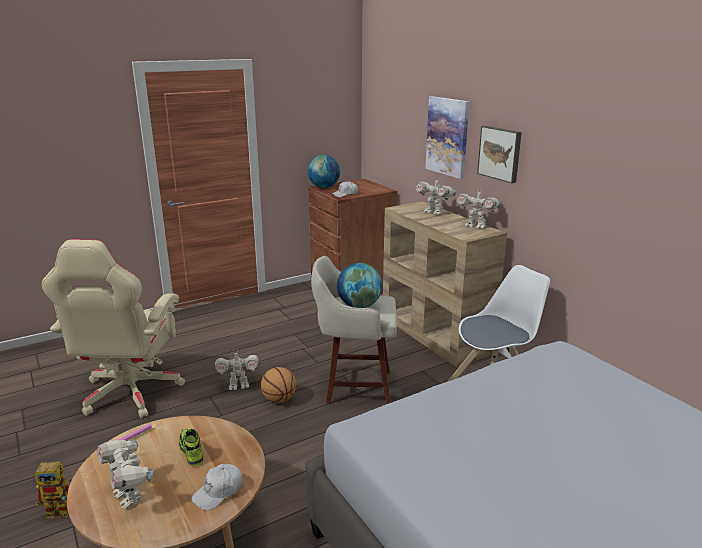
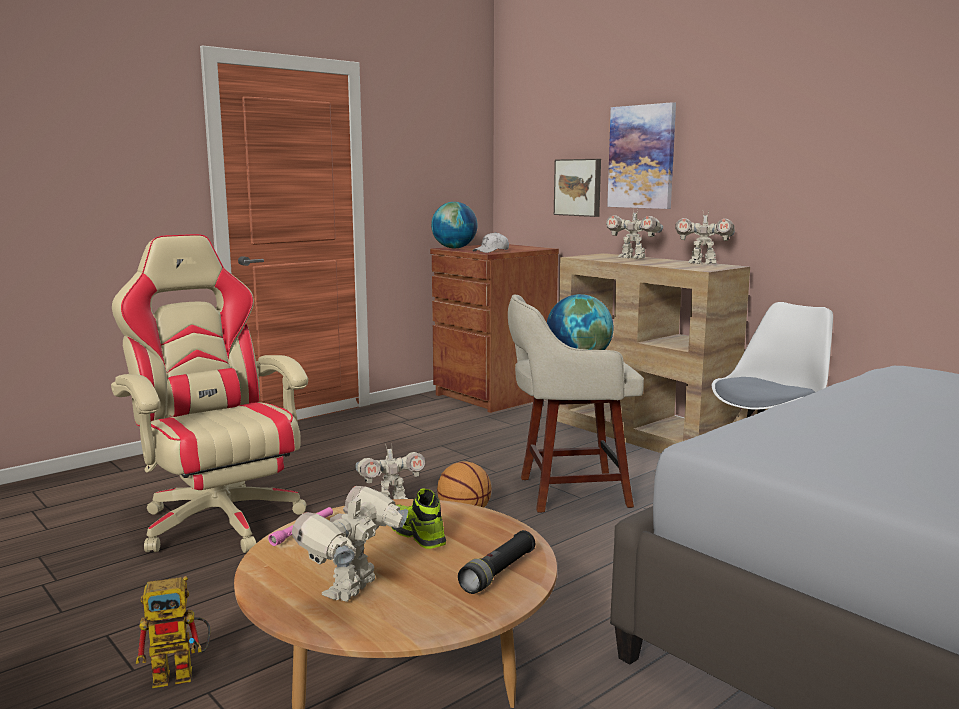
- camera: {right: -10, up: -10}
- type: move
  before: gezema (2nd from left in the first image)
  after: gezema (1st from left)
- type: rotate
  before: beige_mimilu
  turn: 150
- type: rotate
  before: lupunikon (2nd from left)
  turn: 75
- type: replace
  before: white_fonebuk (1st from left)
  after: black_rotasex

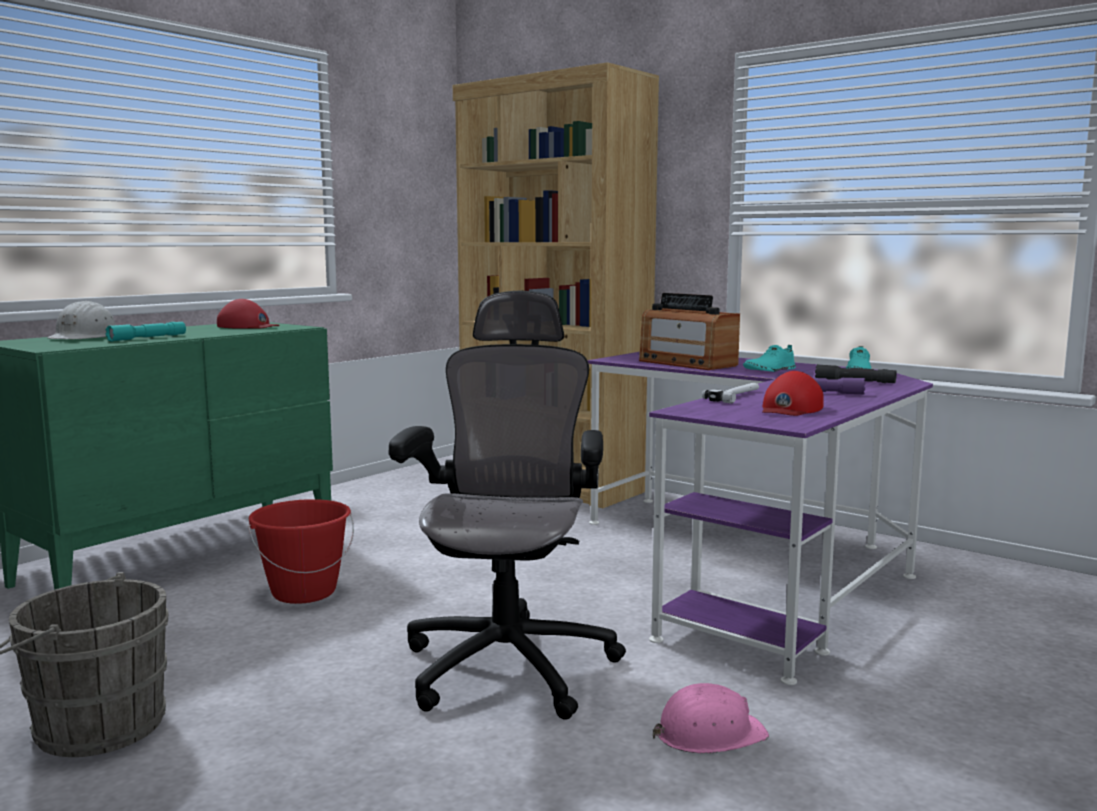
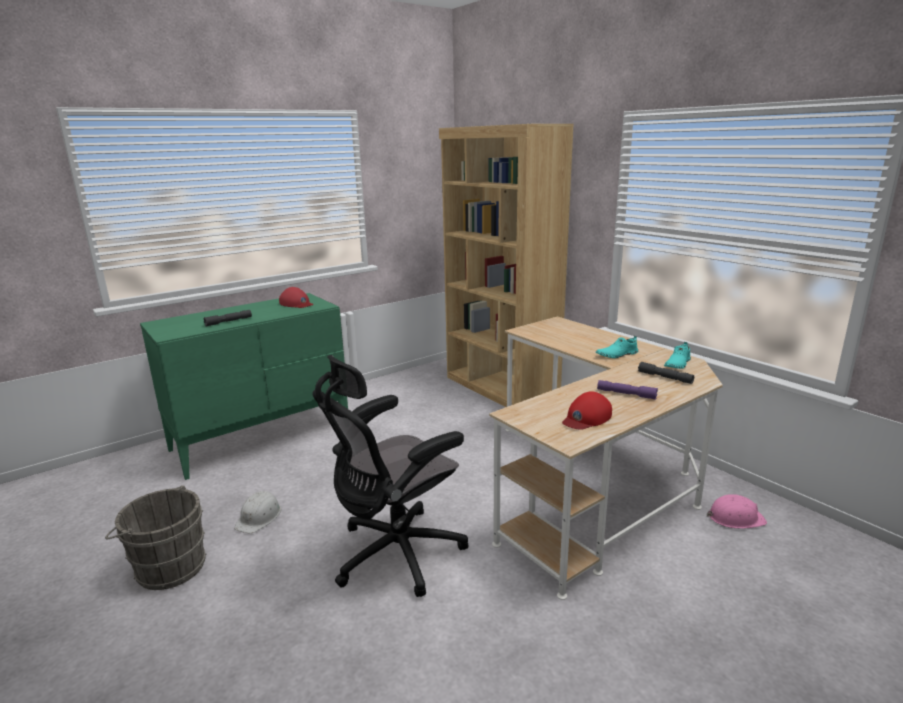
- camera: {right: 15, up: 10}
- type: rotate
  before: mimilu
  turn: -150
- type: delete
  before: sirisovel
- type: move
  before: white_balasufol
- type: recolor
  before: turquoise_rotasex
  after: grey_rotasex (1st from left)
- type: recolor
  before: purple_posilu
  after: beige_posilu
- type: delete
  before: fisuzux
- type: delete
  before: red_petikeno
- type: move
  before: pink_balasufol

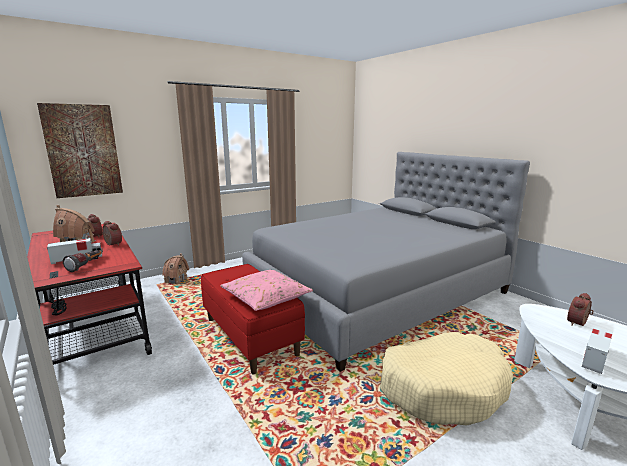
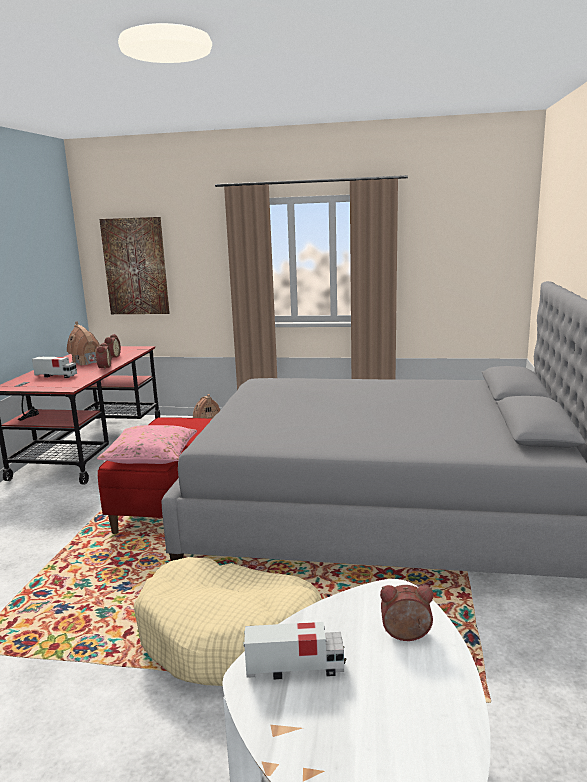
- camera: {right: 45, up: 0}
- type: delete
  before: rotasex

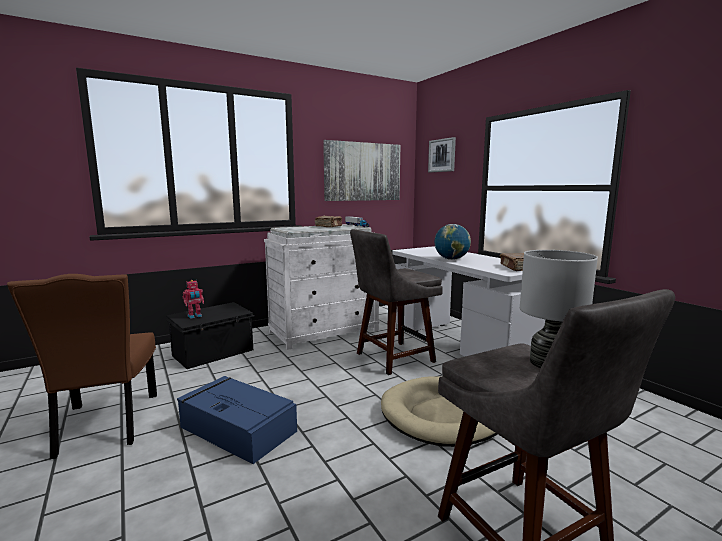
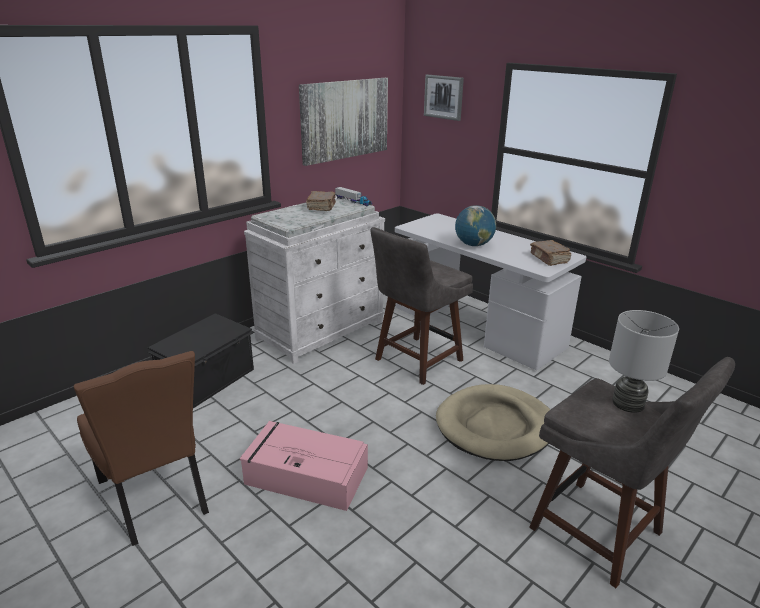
- camera: {right: -15, up: 15}
- type: delete
  before: lupunikon
- type: recolor
  before: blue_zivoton
  after: pink_zivoton

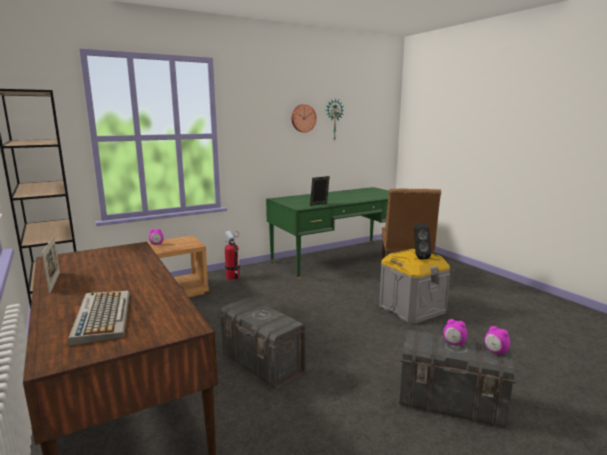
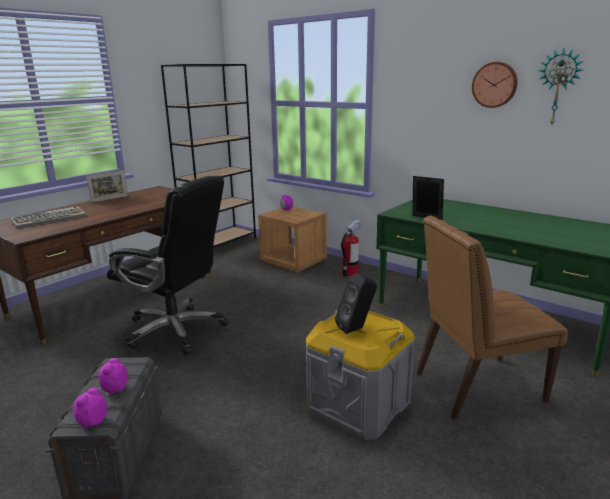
- camera: {right: 70, up: 5}
- type: replace
  before: grey_zivoton (1st from left)
  after: black_mimilu

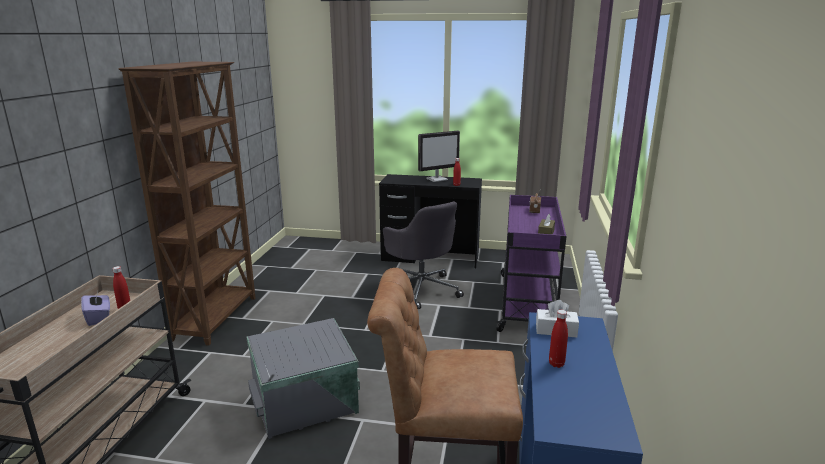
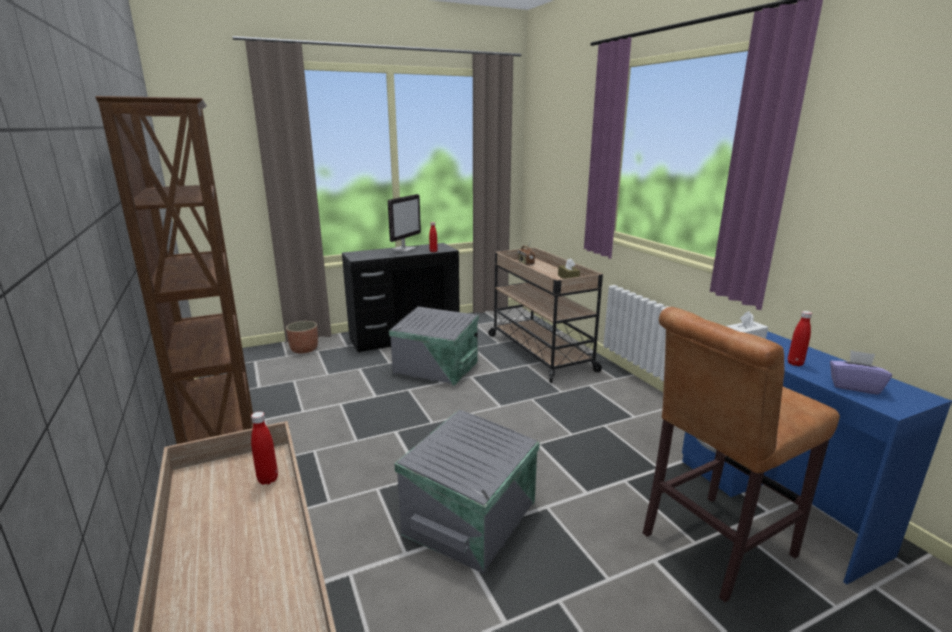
- camera: {right: -35, up: 0}
- type: recolor
  before: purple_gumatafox
  after: beige_gumatafox (2nd from left)
- type: replace
  before: grey_mimilu
  after: grey_zivoton (1st from left)
- type: move
  before: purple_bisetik
- type: insert
  after: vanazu

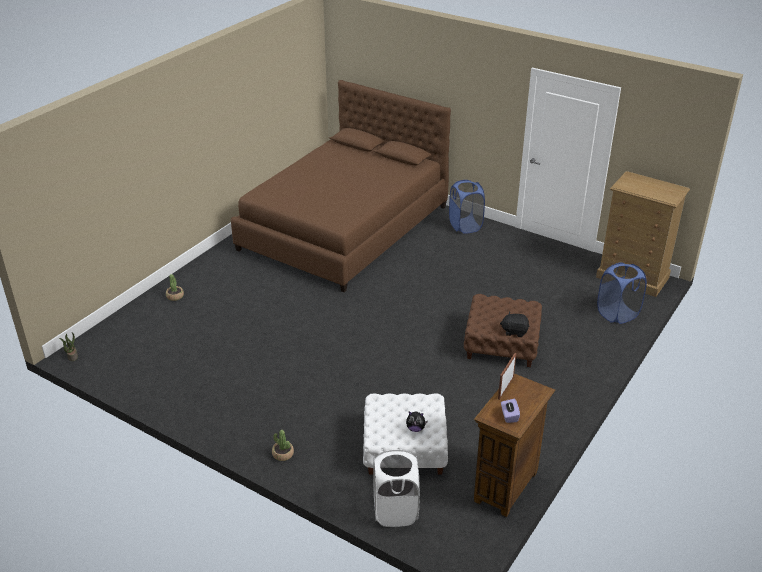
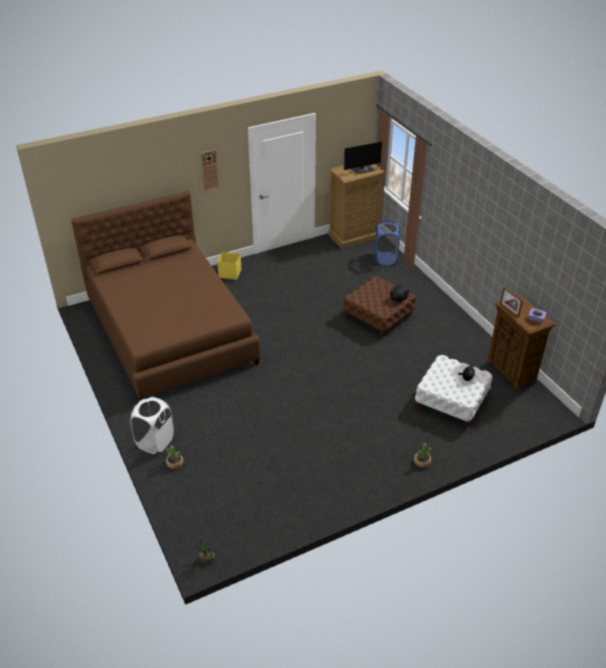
- camera: {right: -60, up: 5}
- type: replace
  before: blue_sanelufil (1st from left)
  after: yellow_zivoton
- type: move
  before: white_sanelufil
- type: insert
  after: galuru
- type: insert
  after: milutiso

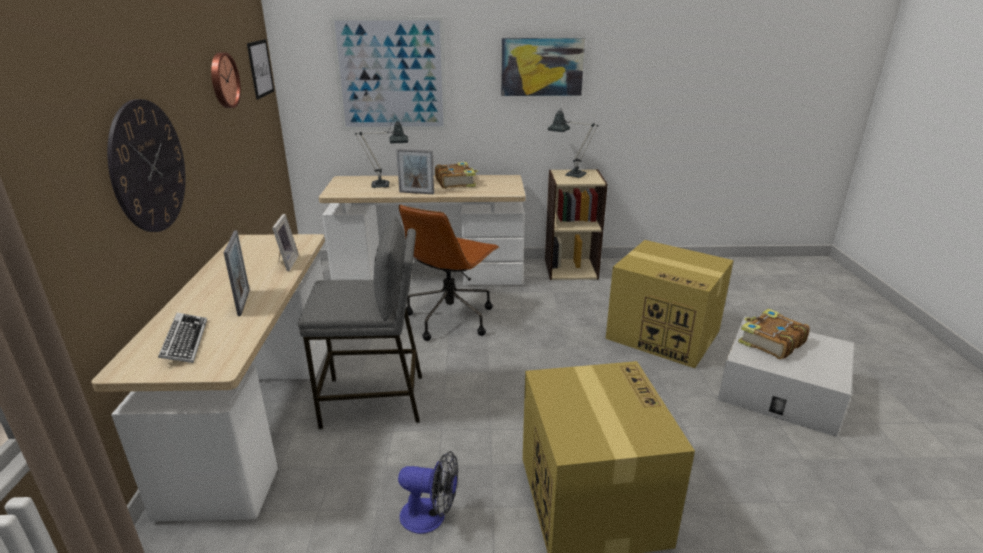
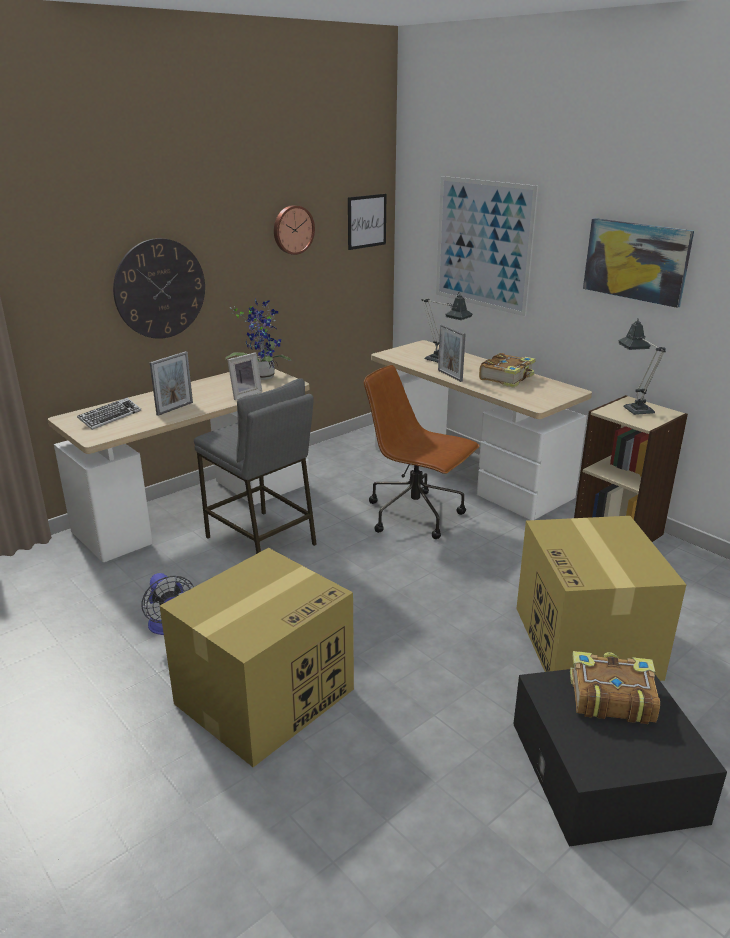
- camera: {right: 50, up: 0}
- type: rotate
  before: brown_mimilu
  turn: 45
- type: recolor
  before: white_zivoton
  after: black_zivoton
- type: insert
  after: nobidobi

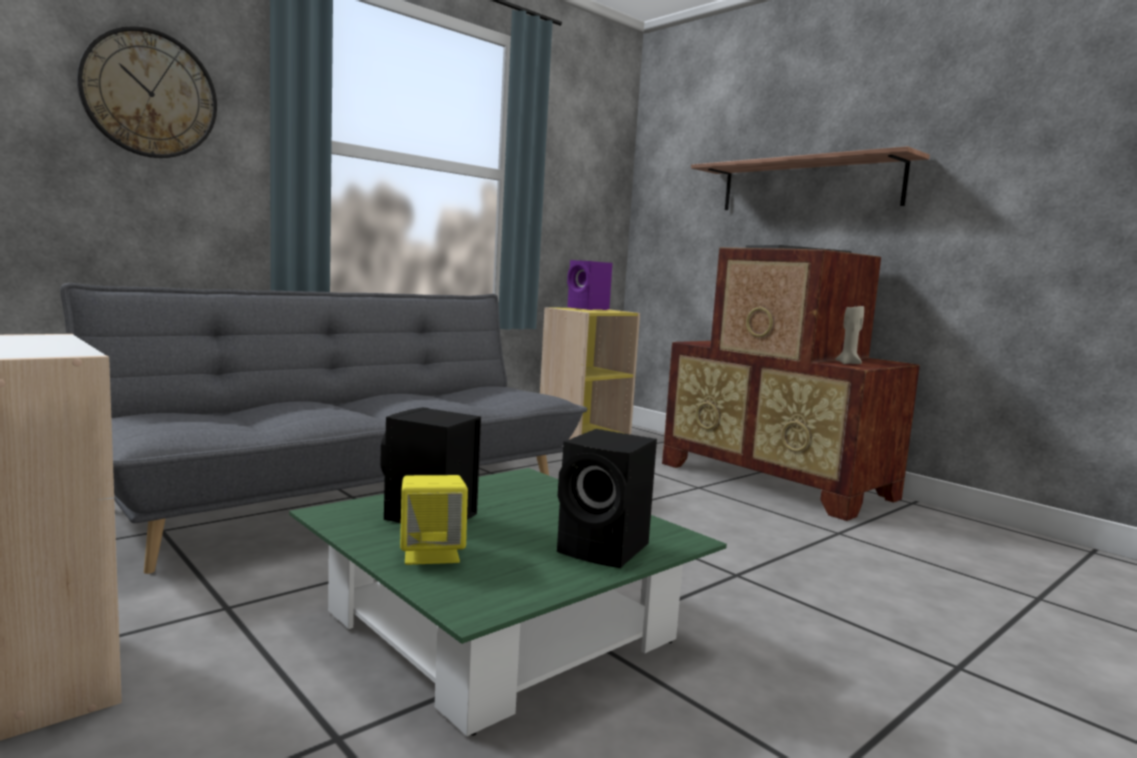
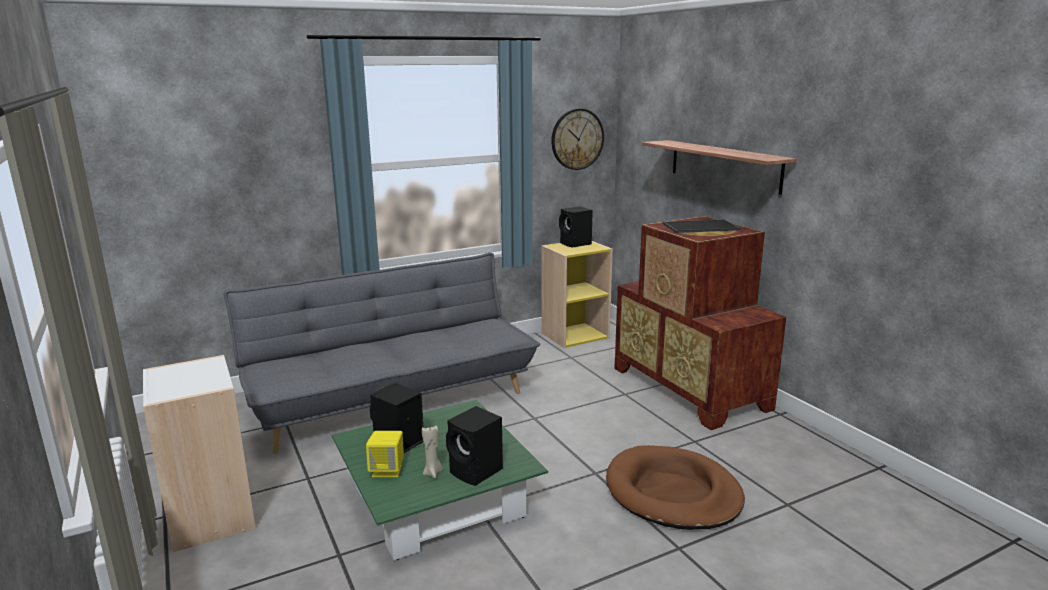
- camera: {right: 15, up: 10}
- type: move
  before: milutiso
- type: recolor
  before: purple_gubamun
  after: black_gubamun (3rd from left)
- type: move
  before: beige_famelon
- type: insert
  after: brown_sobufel

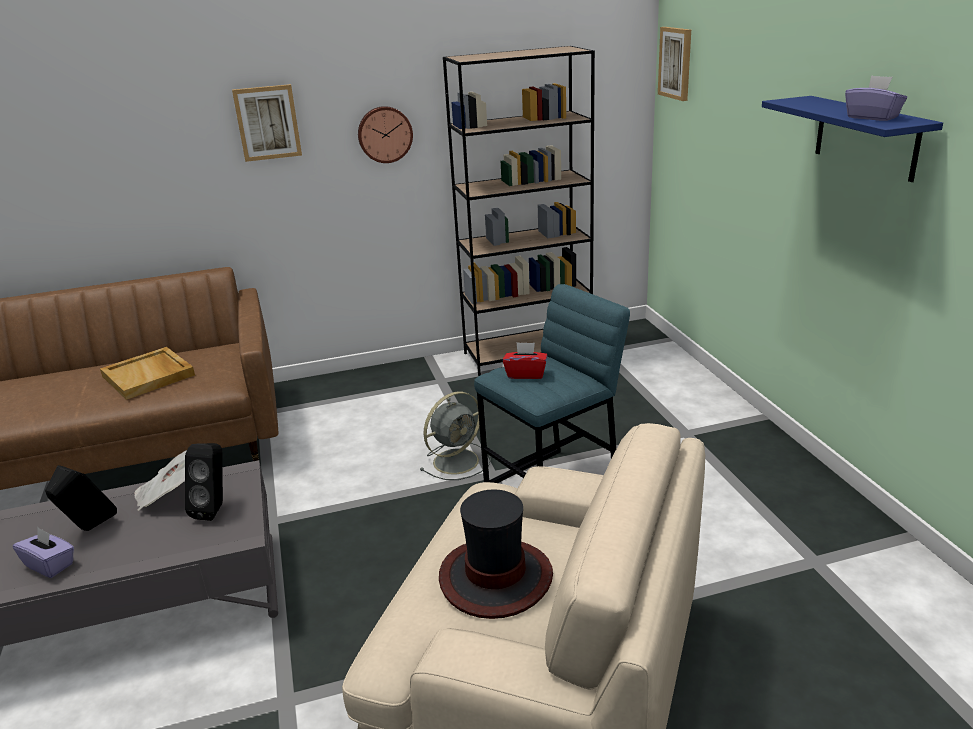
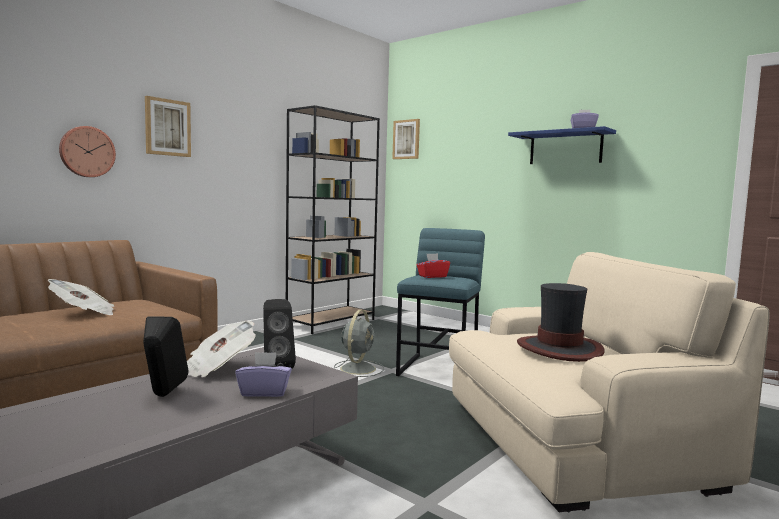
- camera: {right: -35, up: -20}
- type: move
  before: milutiso
- type: replace
  before: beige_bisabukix
  after: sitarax (1st from left)
- type: move
  before: purple_bisetik (1st from left)

